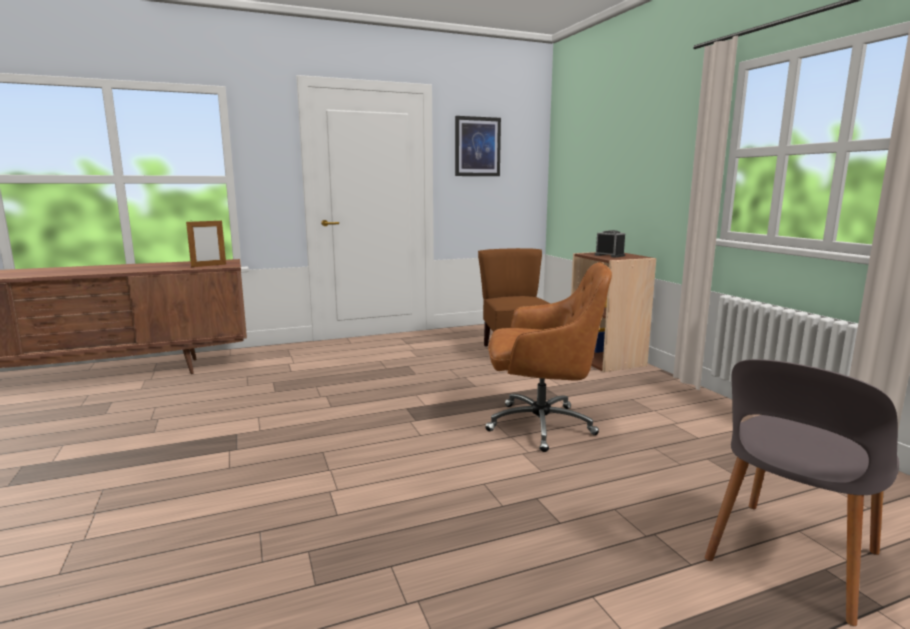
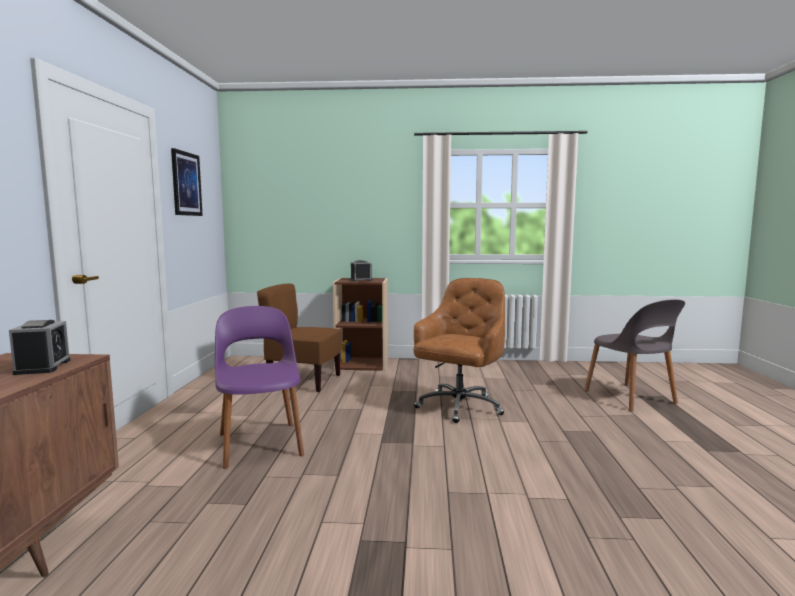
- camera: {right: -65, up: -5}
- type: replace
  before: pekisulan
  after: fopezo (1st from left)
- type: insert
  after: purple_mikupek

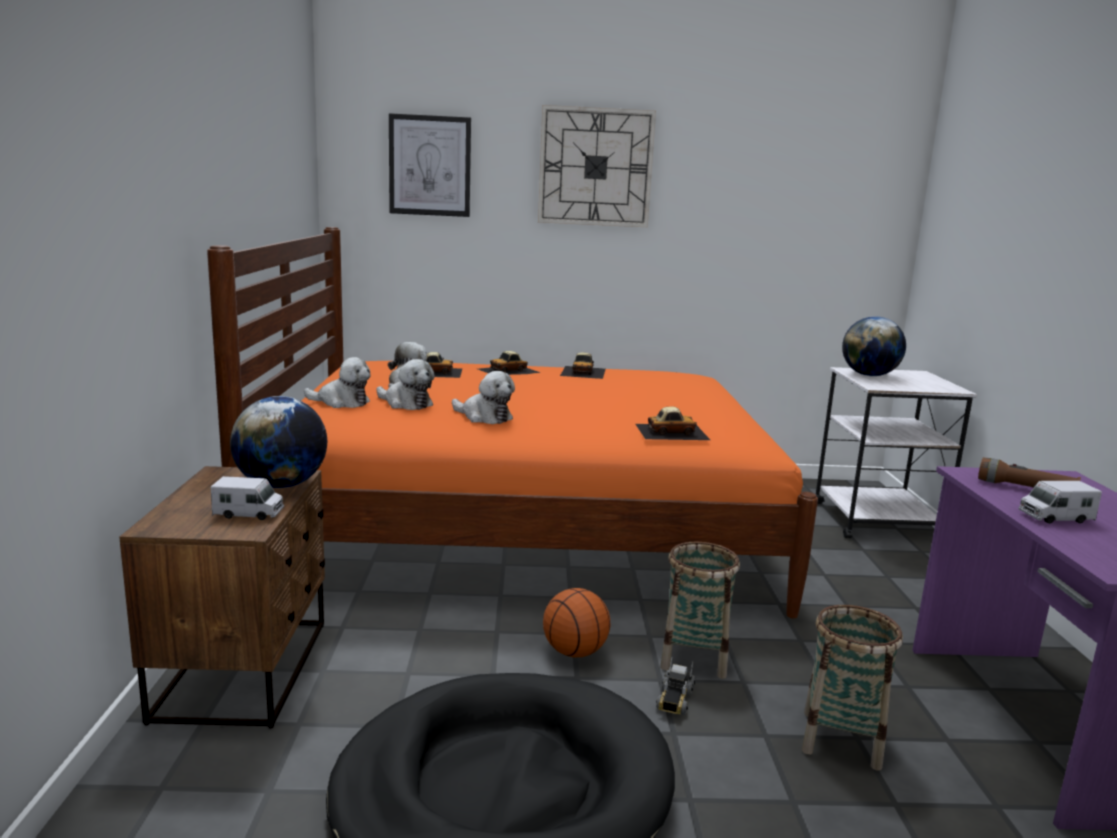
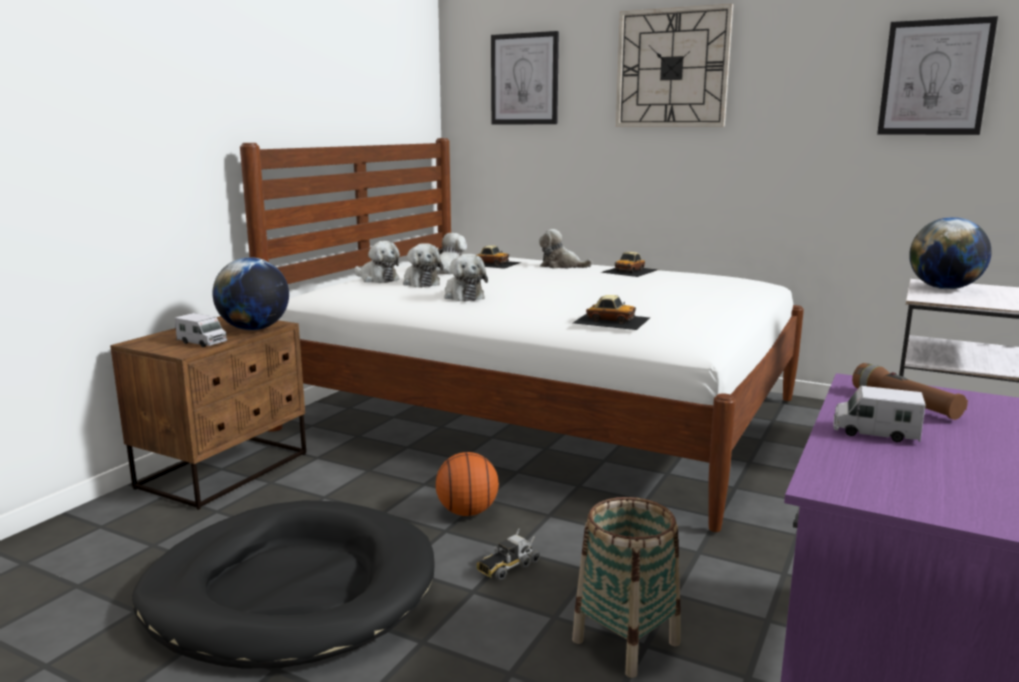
- camera: {right: 30, up: 0}
- type: recolor
  before: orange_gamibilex
  after: white_gamibilex
- type: replace
  before: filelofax (2nd from left)
  after: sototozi (5th from left)
- type: delete
  before: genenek (1st from left)
- type: insert
  after: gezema (2nd from left)

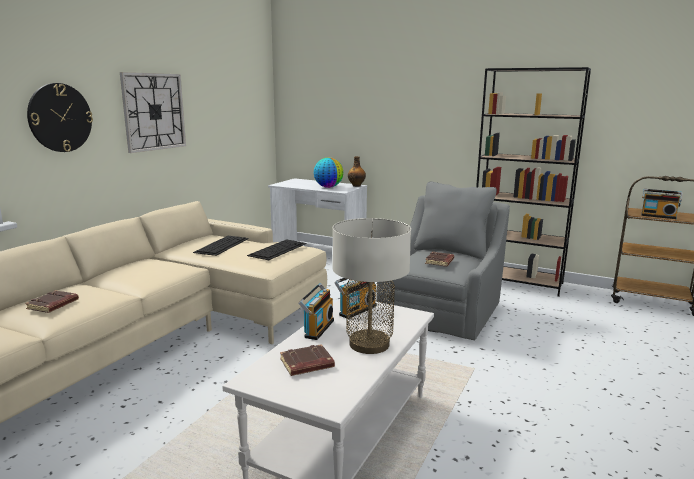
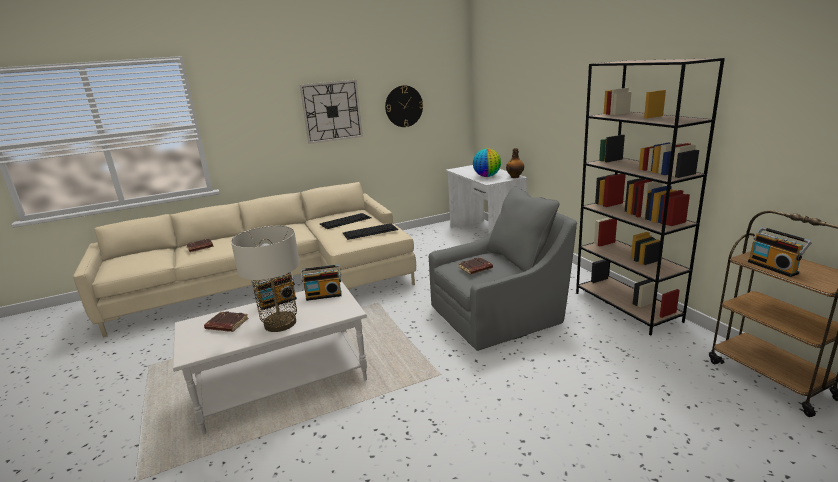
- camera: {right: 40, up: 5}
- type: move
  before: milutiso (1st from left in the first image)
  after: milutiso (2nd from left)

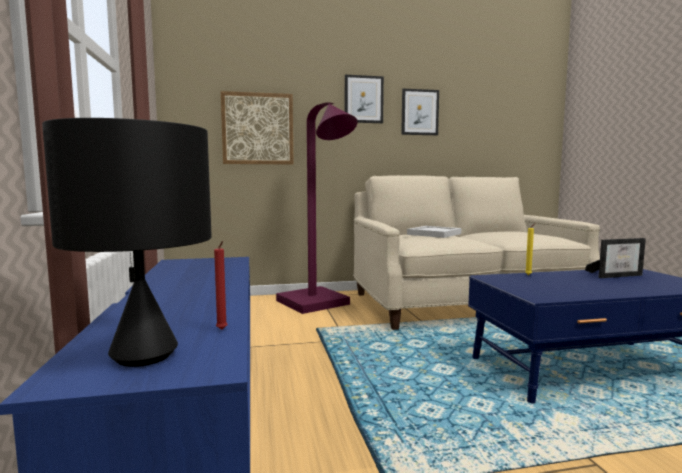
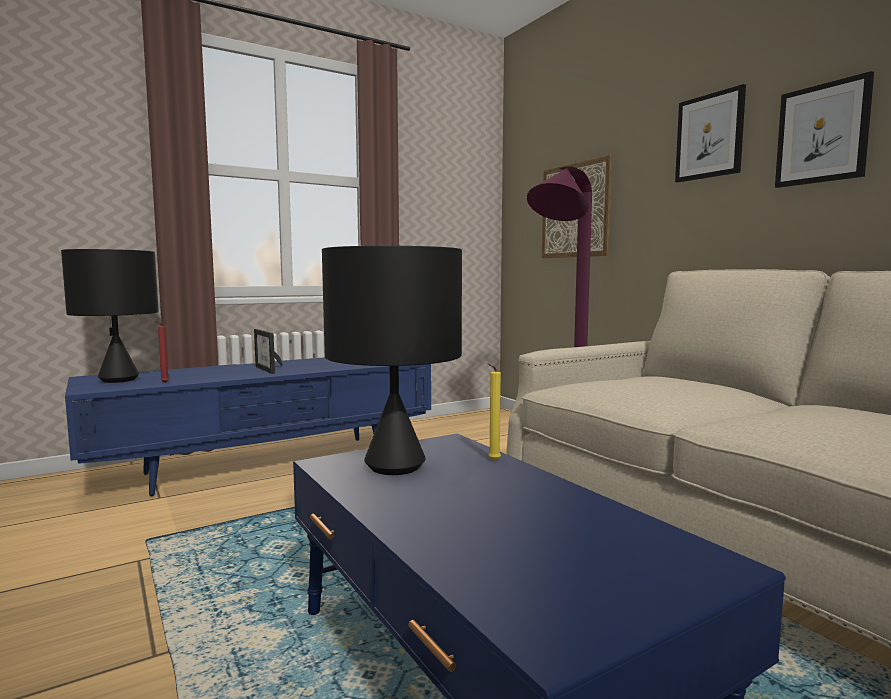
- camera: {right: 70, up: 0}
- type: delete
  before: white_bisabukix
- type: move
  before: pekisulan
- type: insert
  after: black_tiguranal (2nd from left)

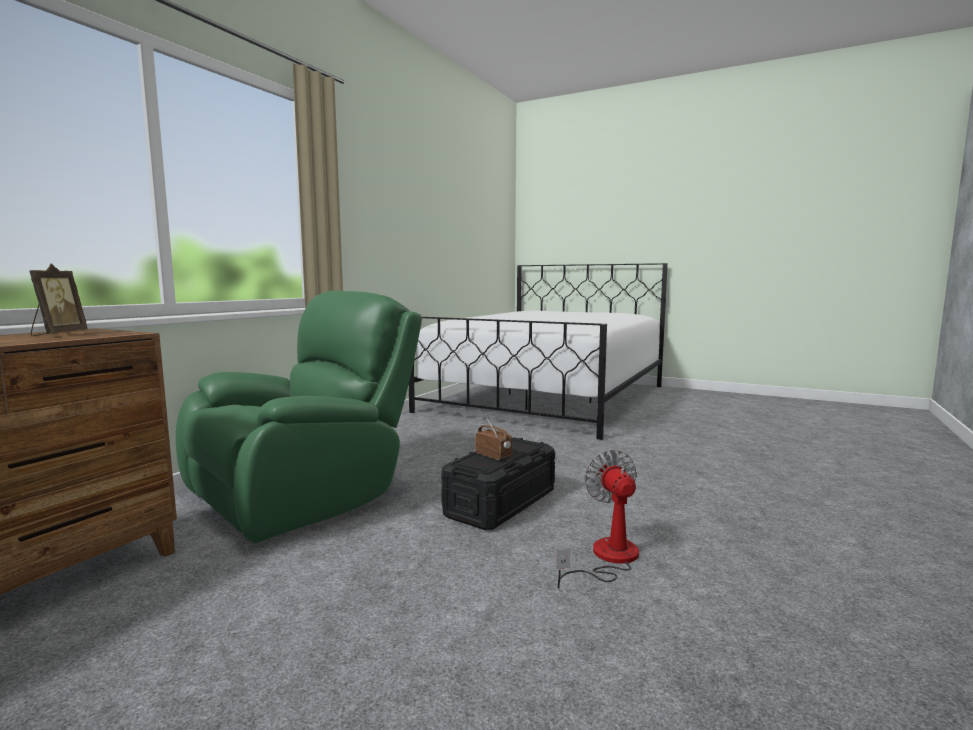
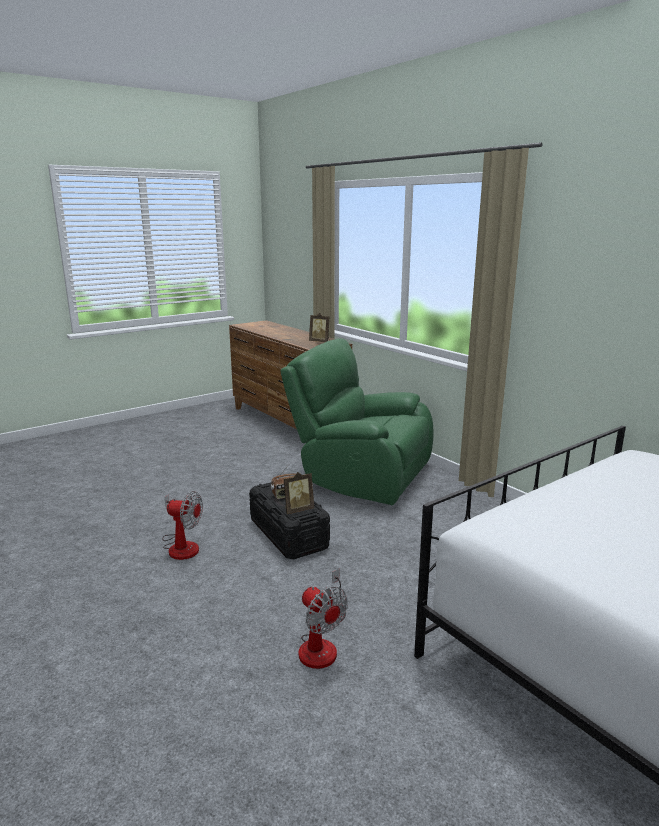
- camera: {right: 115, up: 10}
- type: rotate
  before: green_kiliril
  turn: 135
- type: insert
  after: pekisulan (1st from left)
- type: insert
  after: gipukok (2nd from left)

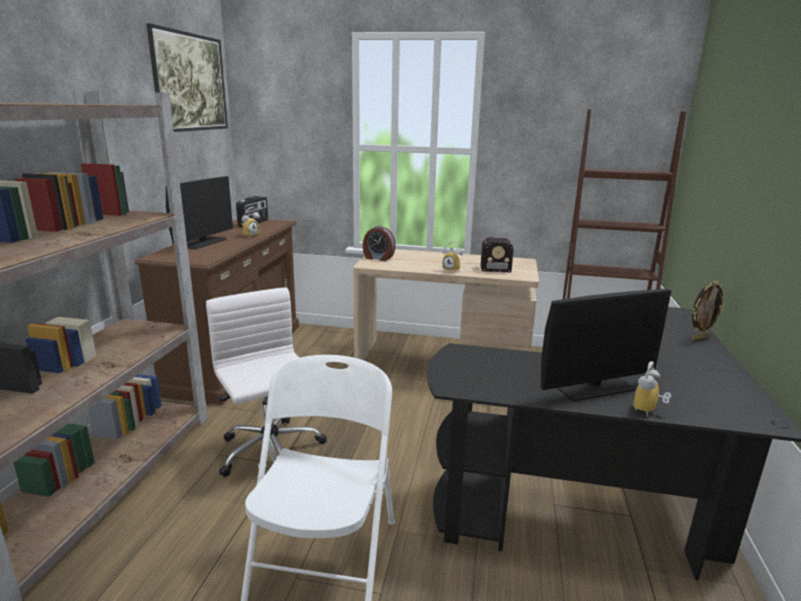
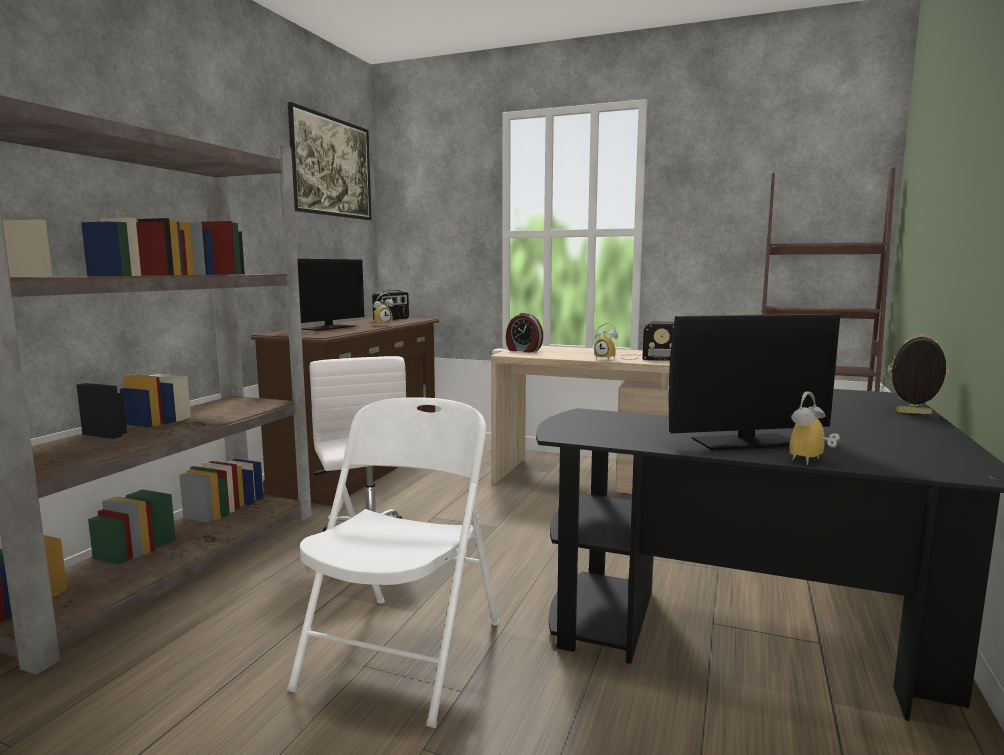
- camera: {right: 10, up: -10}
- type: rotate
  before: pekisulan
  turn: -150

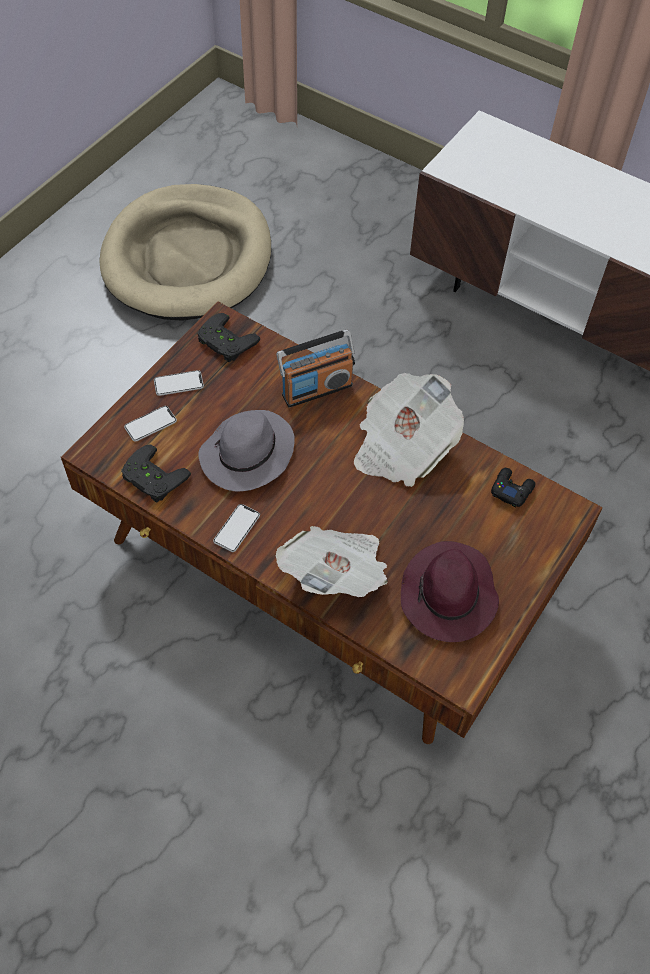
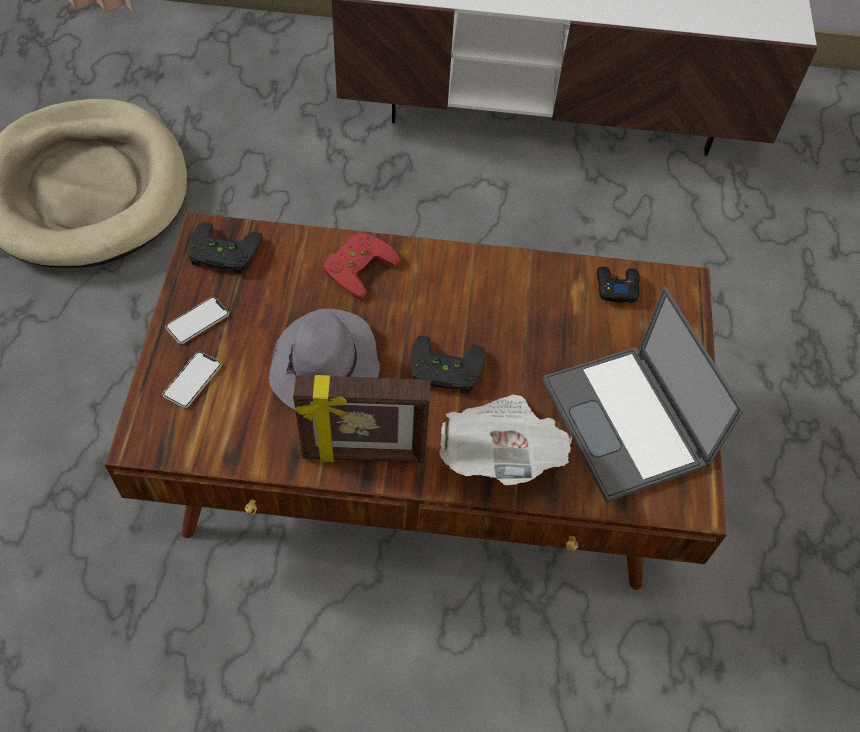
- camera: {right: -30, up: 0}
- type: replace
  before: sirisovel
  after: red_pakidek
- type: delete
  before: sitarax (2nd from left)
- type: move
  before: black_pakidek (1st from left in the first image)
  after: black_pakidek (2nd from left)
- type: replace
  before: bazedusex (3rd from left)
  after: pekisulan
- type: replace
  before: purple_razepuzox
  after: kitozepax

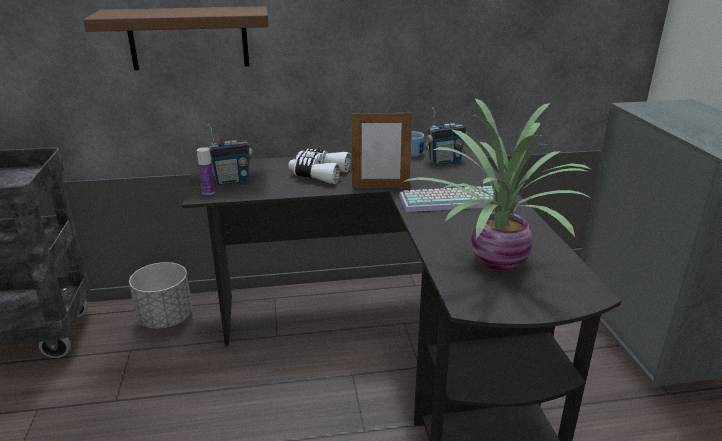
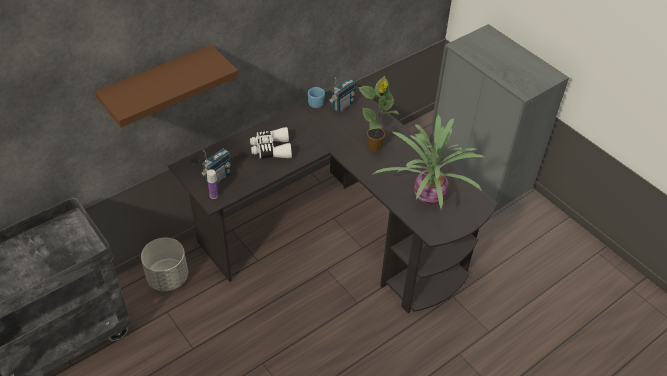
- camera: {right: -30, up: 20}
- type: delete
  before: pekisulan
- type: replace
  before: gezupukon
  after: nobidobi (1st from left)

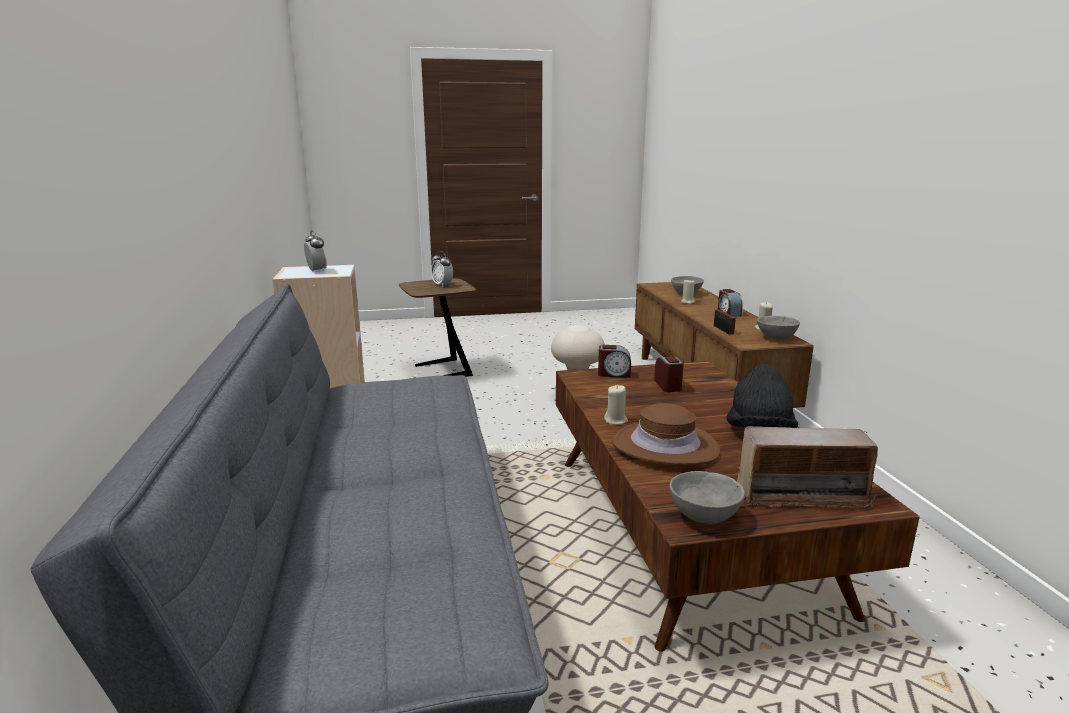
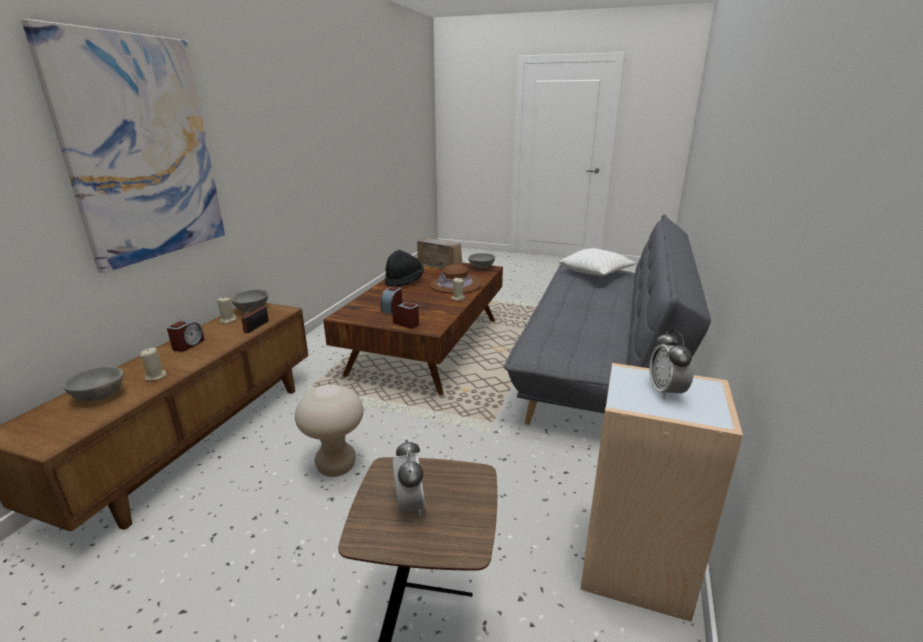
- camera: {right: -150, up: 5}
- type: insert
  after: gezema
- type: insert
  after: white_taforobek

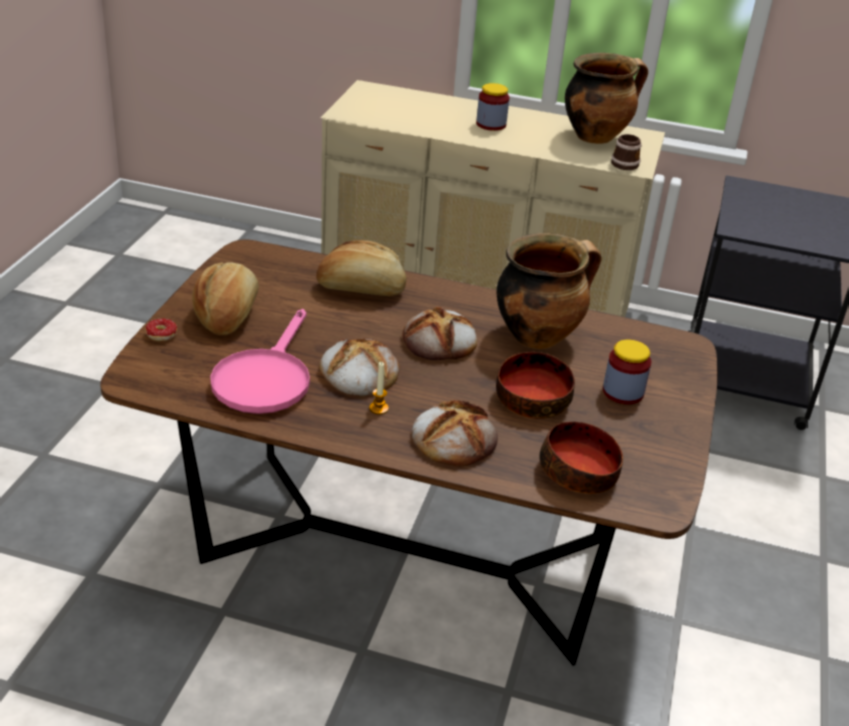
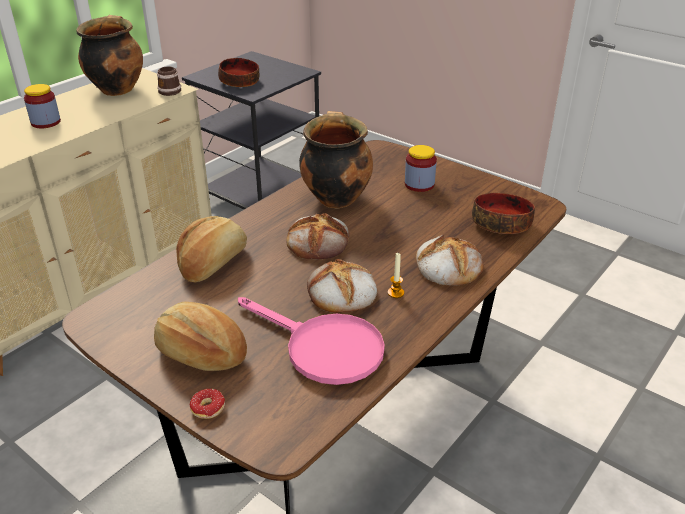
- camera: {right: -65, up: 0}
- type: move
  before: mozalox (1st from left)

